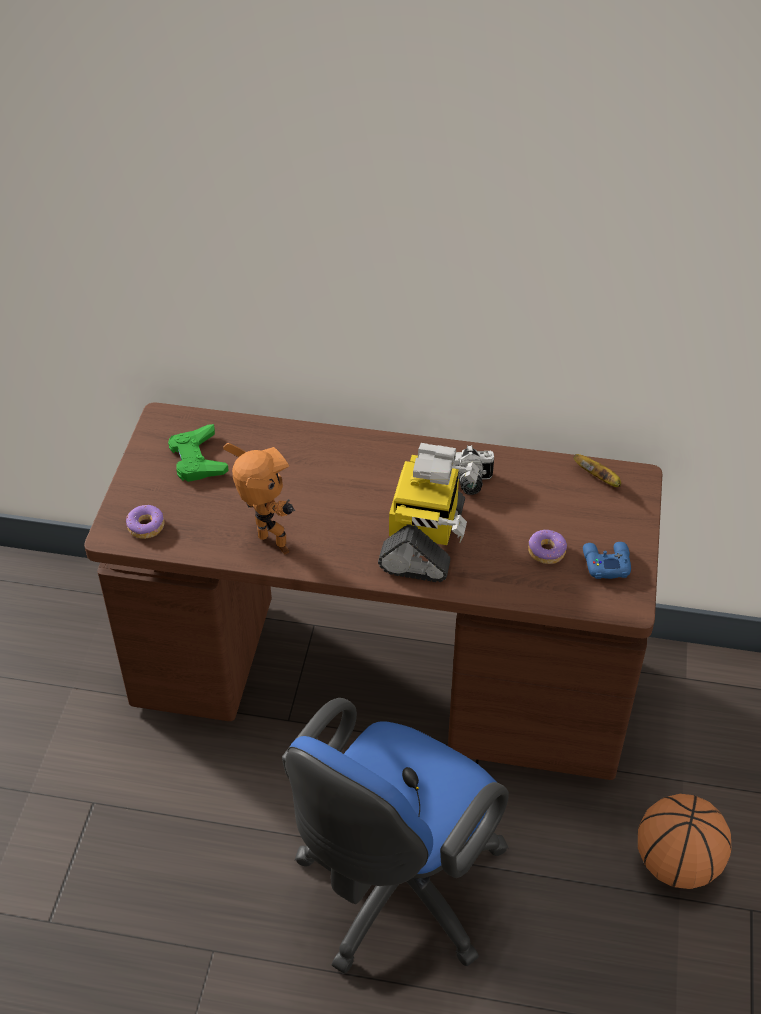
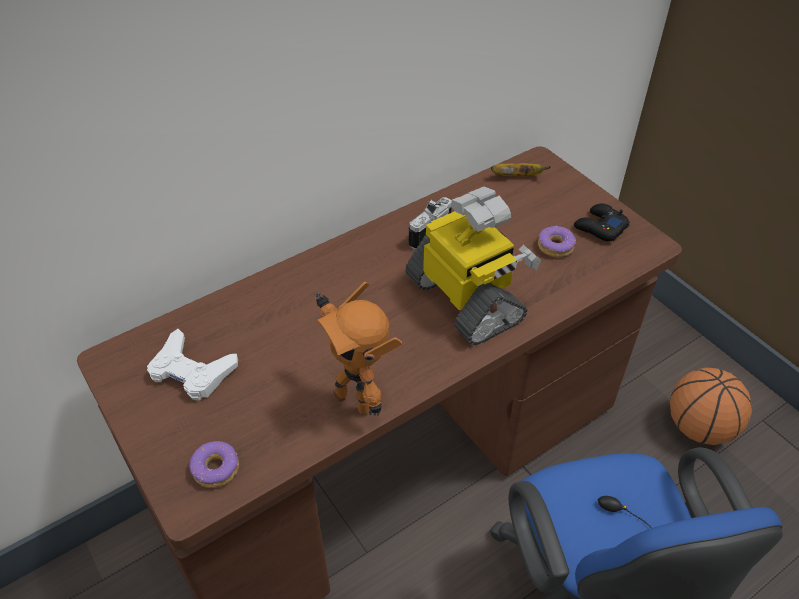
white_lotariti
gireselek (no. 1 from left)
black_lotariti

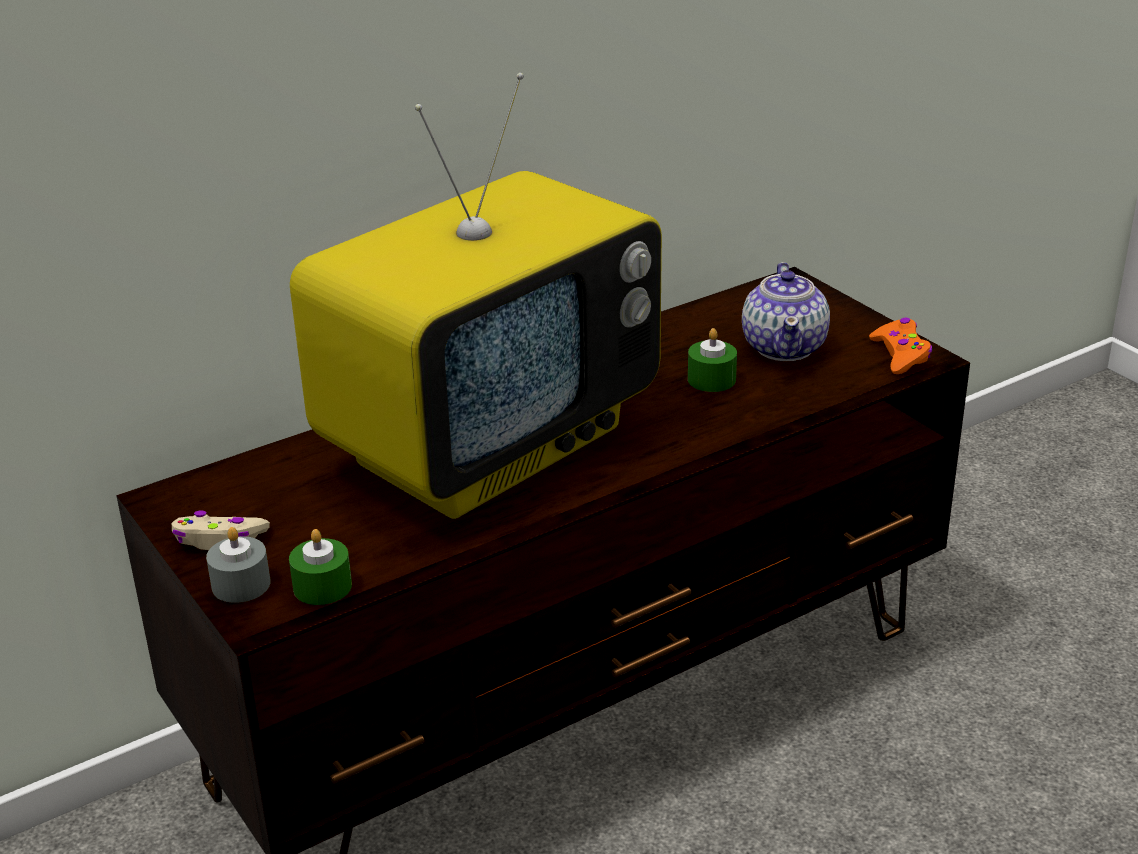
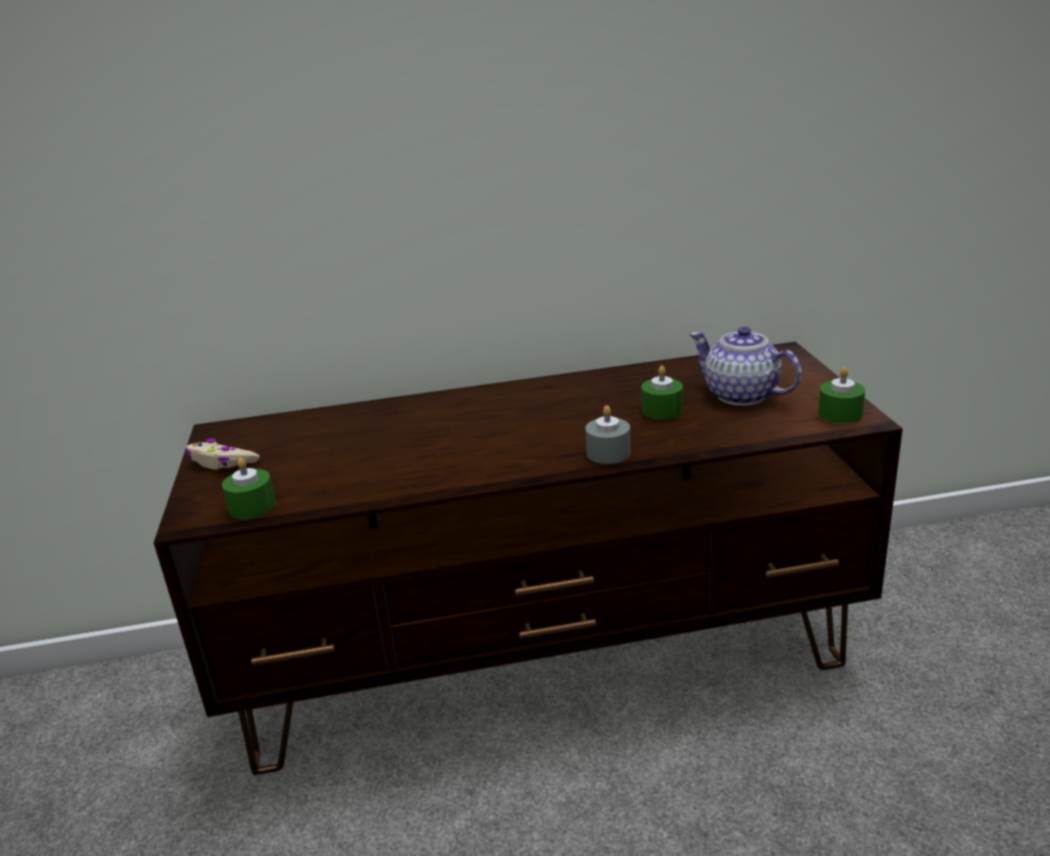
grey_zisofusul
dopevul
green_zisofusul (no. 3 from left)
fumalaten

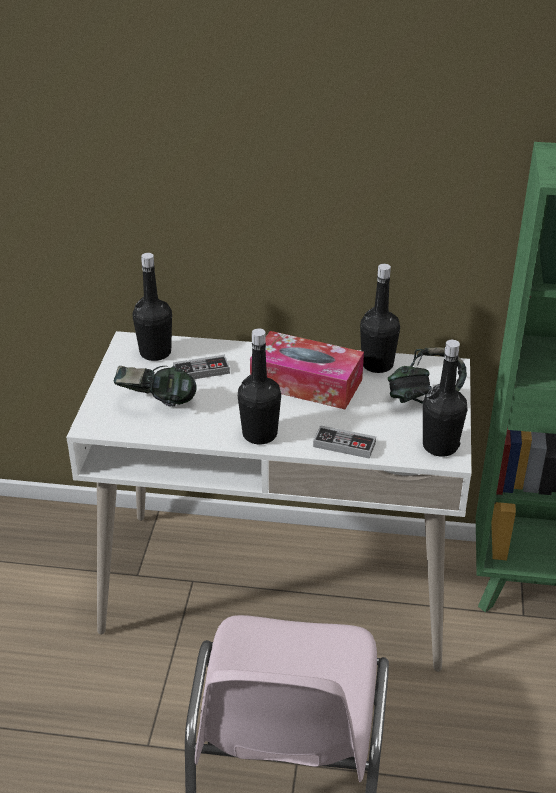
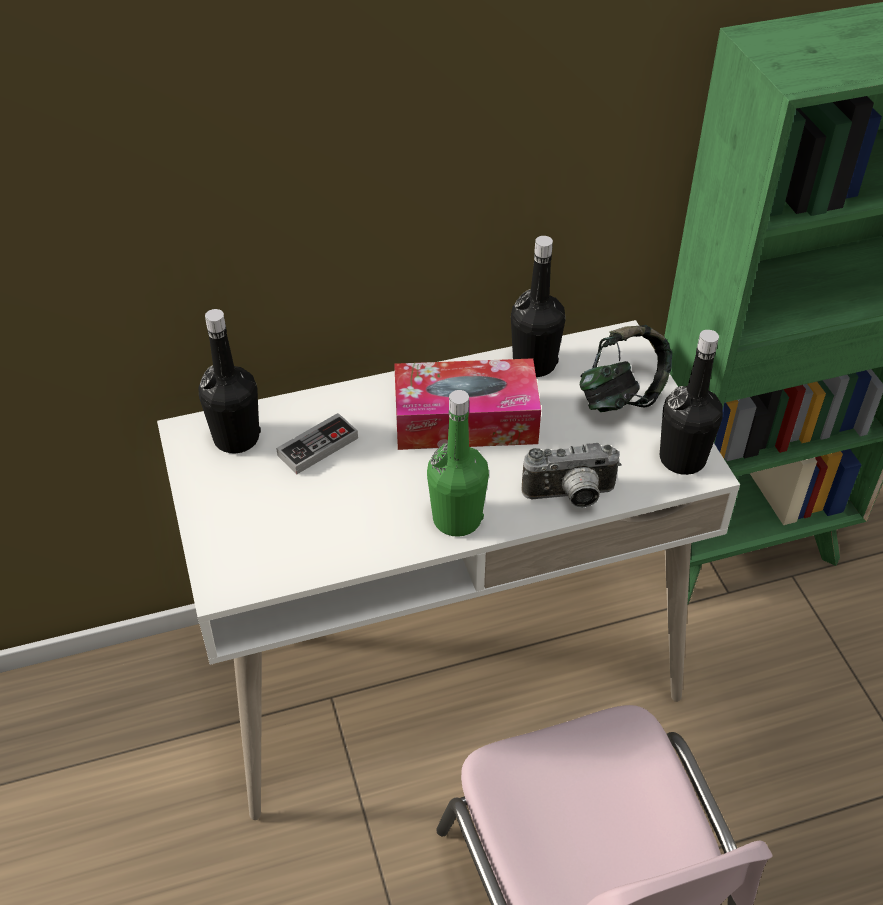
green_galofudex
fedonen
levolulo (no. 1 from left in the first image)

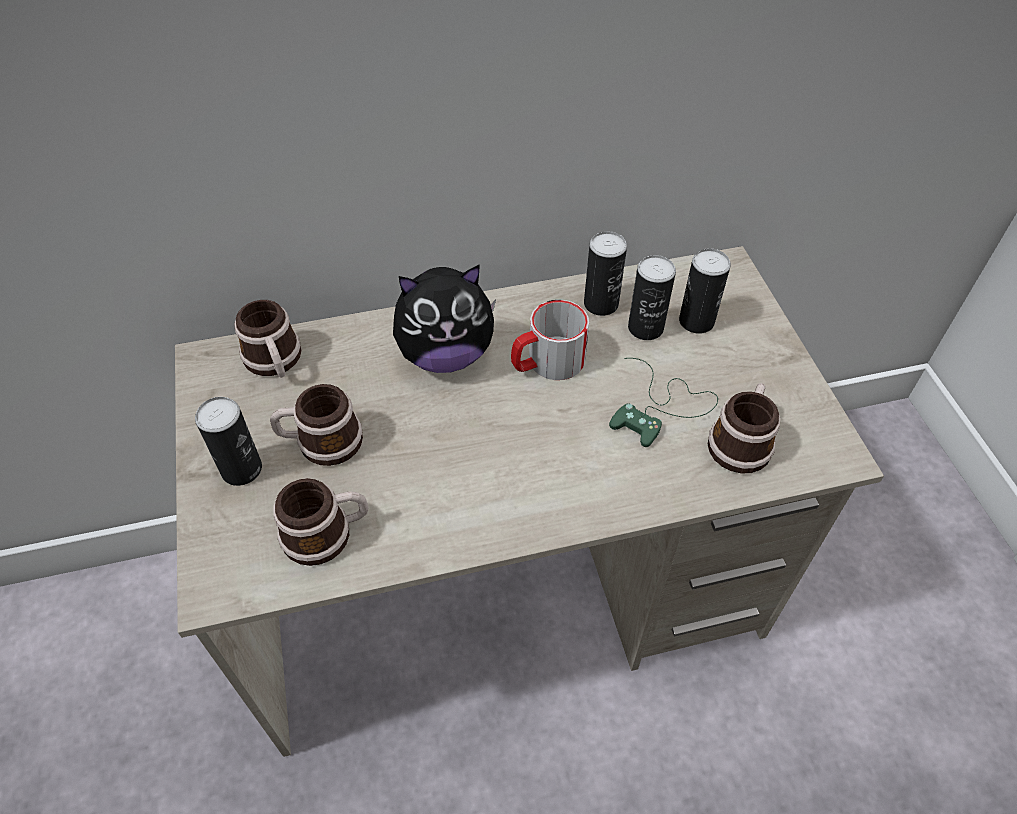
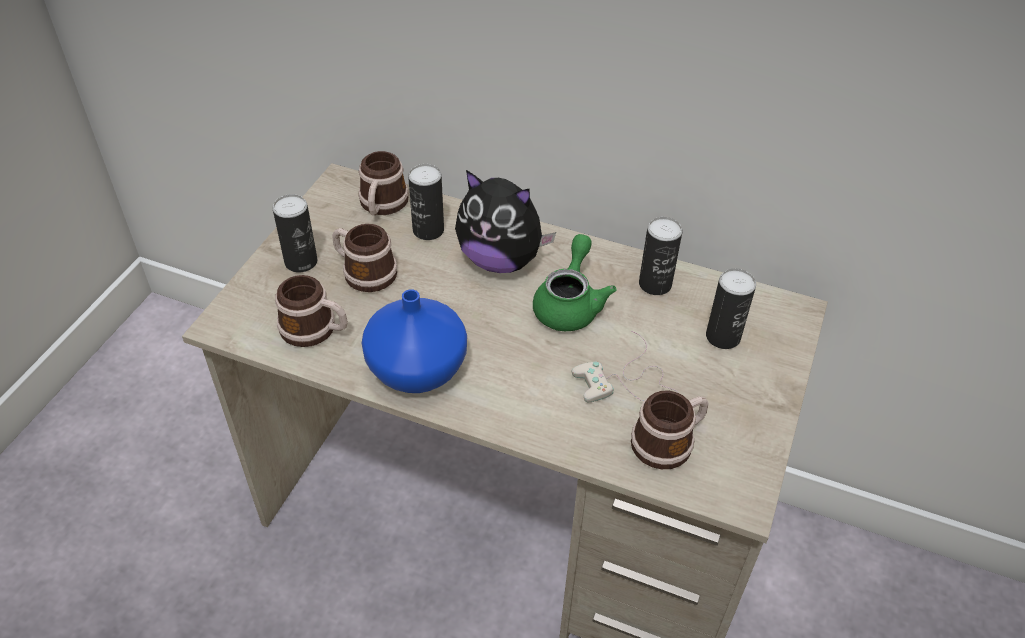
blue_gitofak
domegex (no. 2 from left)
green_dopevul
white_lotariti

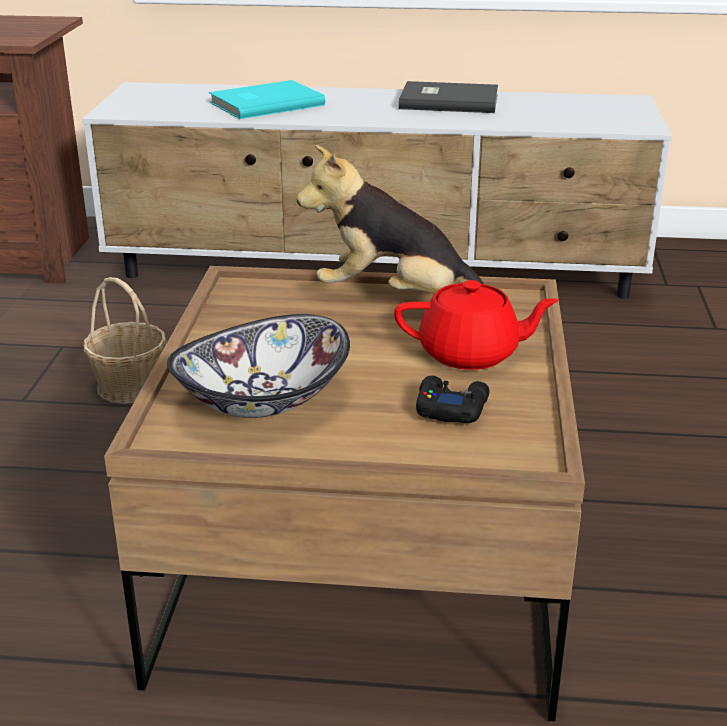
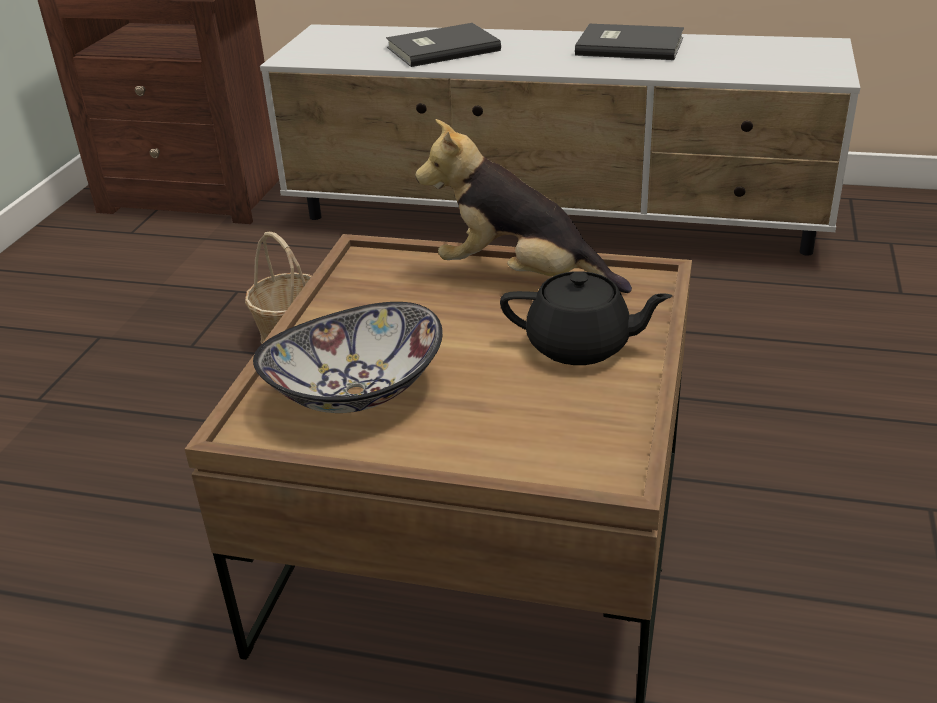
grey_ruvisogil (no. 1 from left)
black_dopevul
black_lotariti

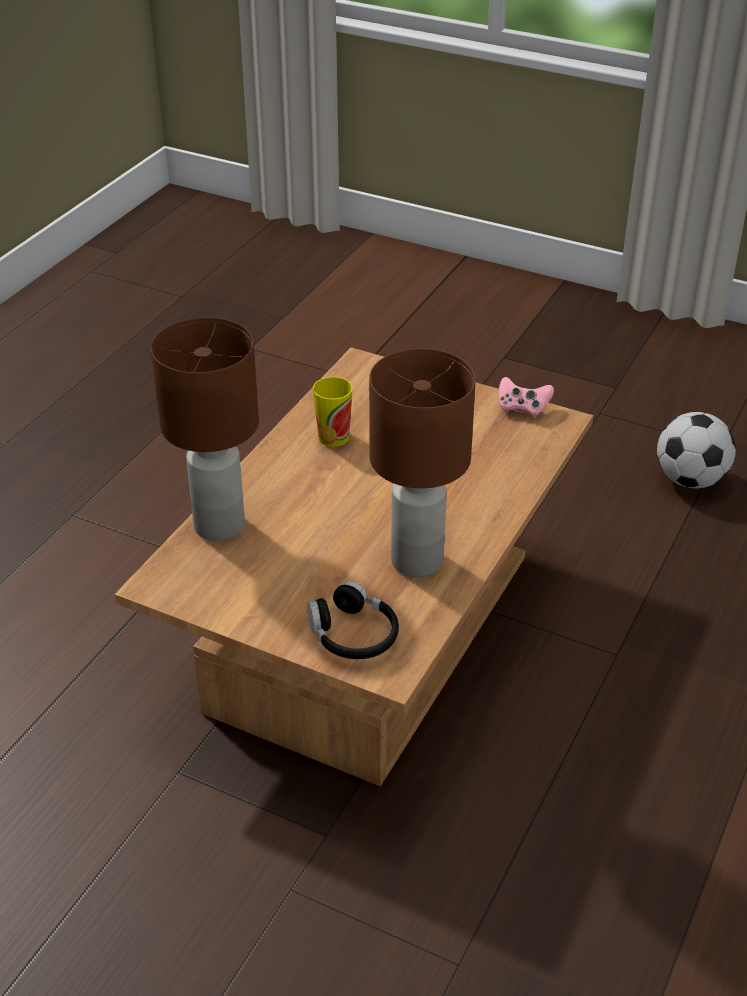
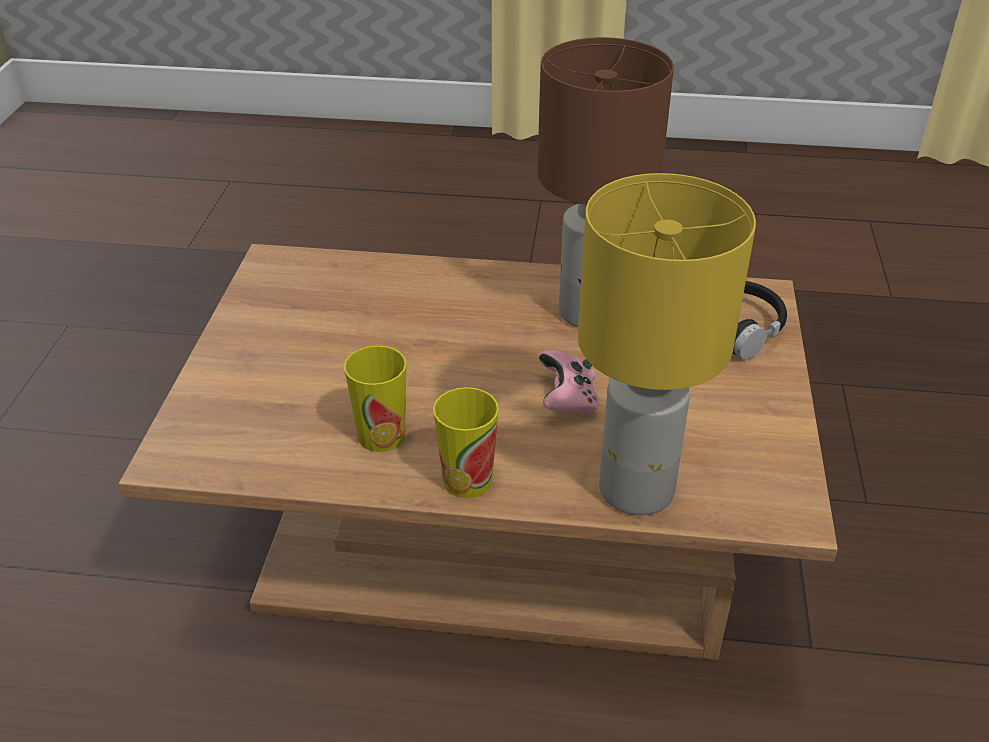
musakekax (no. 2 from left)
pink_lotariti
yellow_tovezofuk
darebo

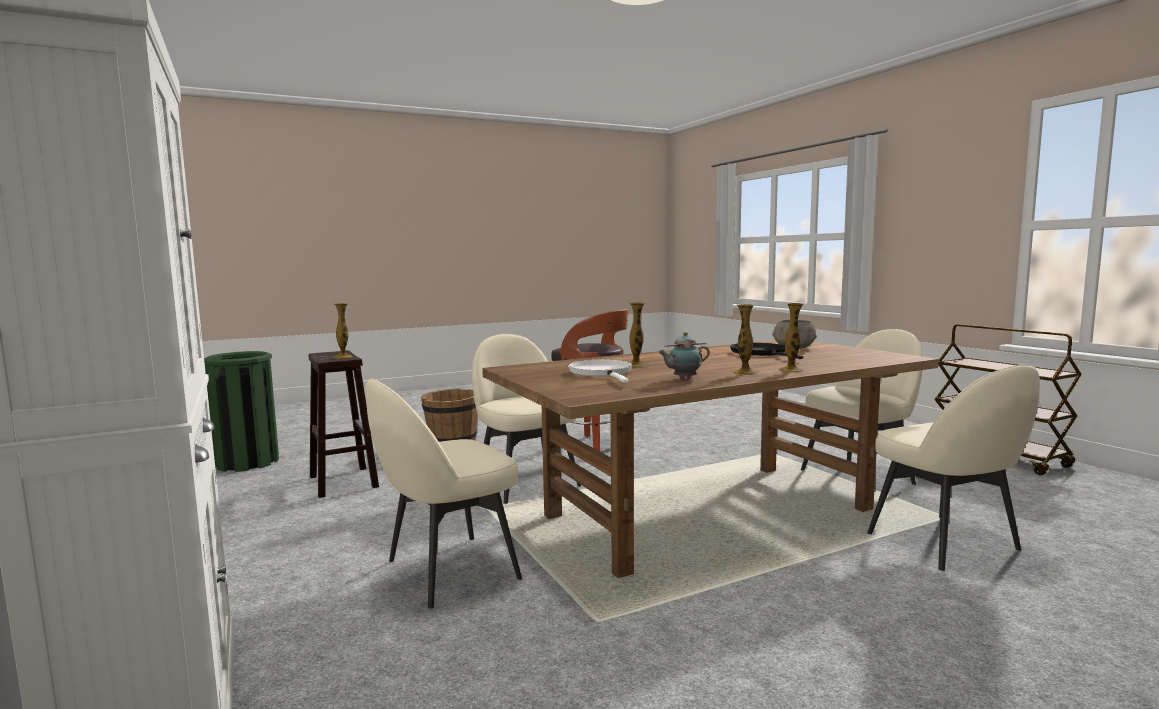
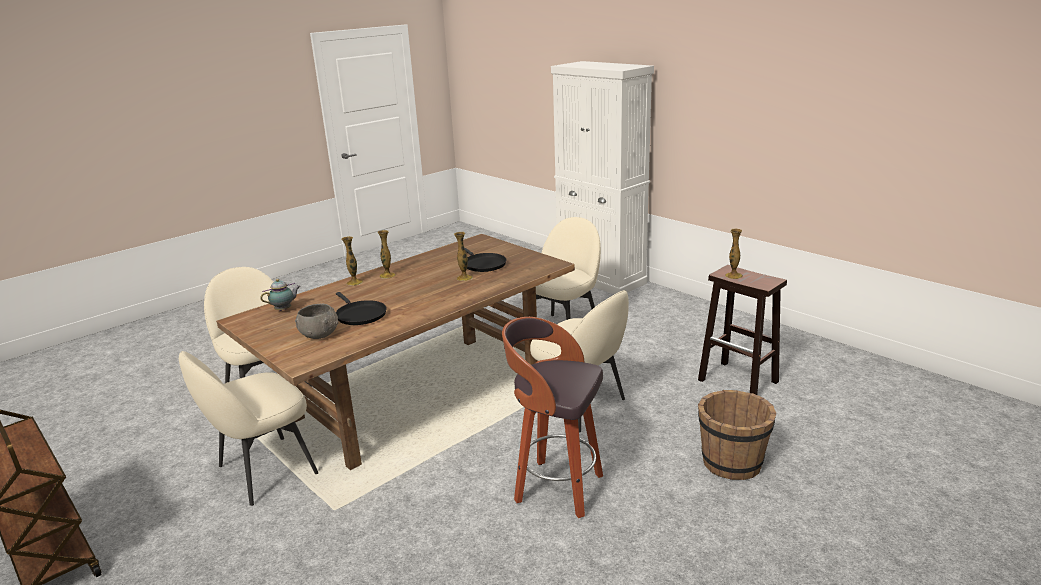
dopevul
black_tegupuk (no. 2 from left)
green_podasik

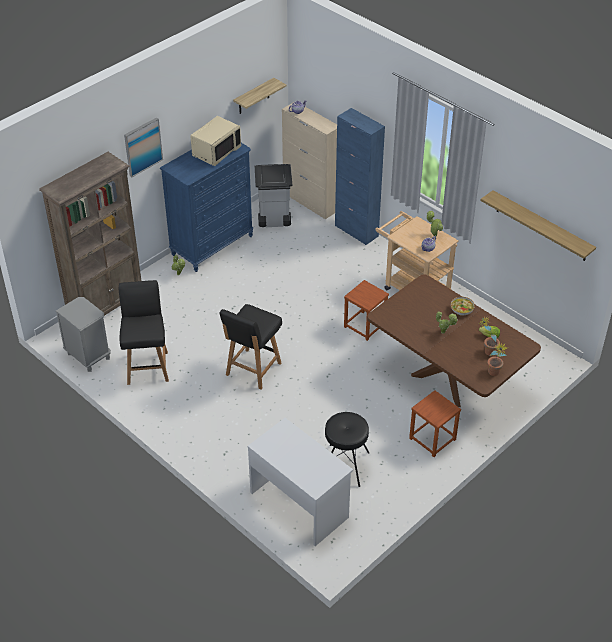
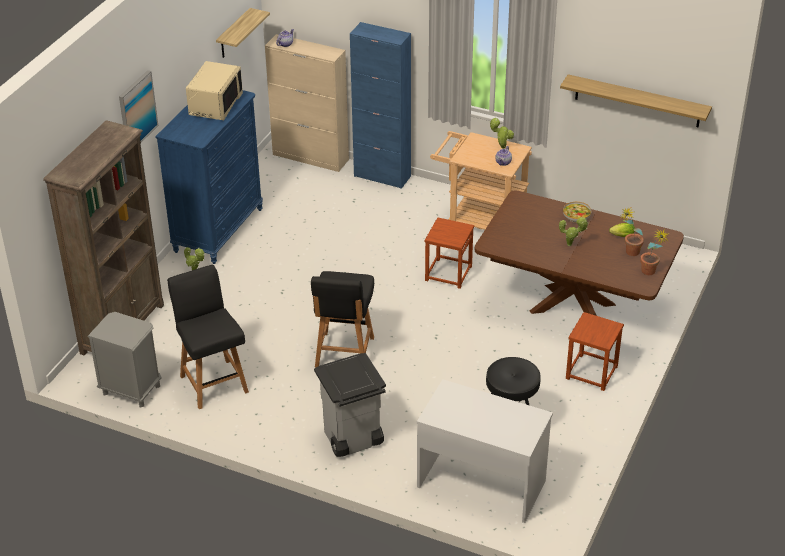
grey_podasik

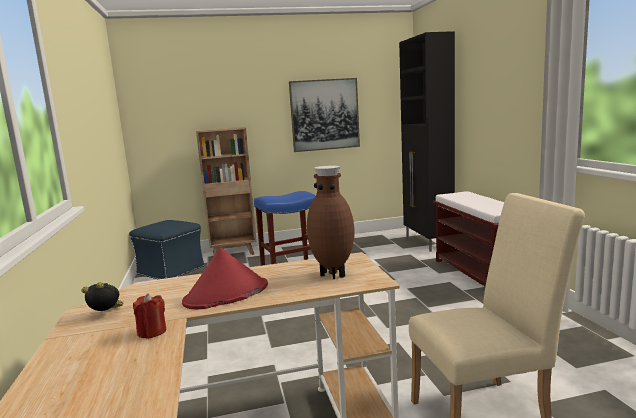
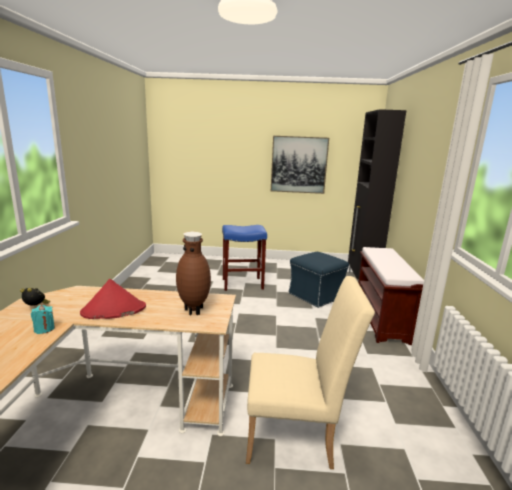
turquoise_zisofusul
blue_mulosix
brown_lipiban

